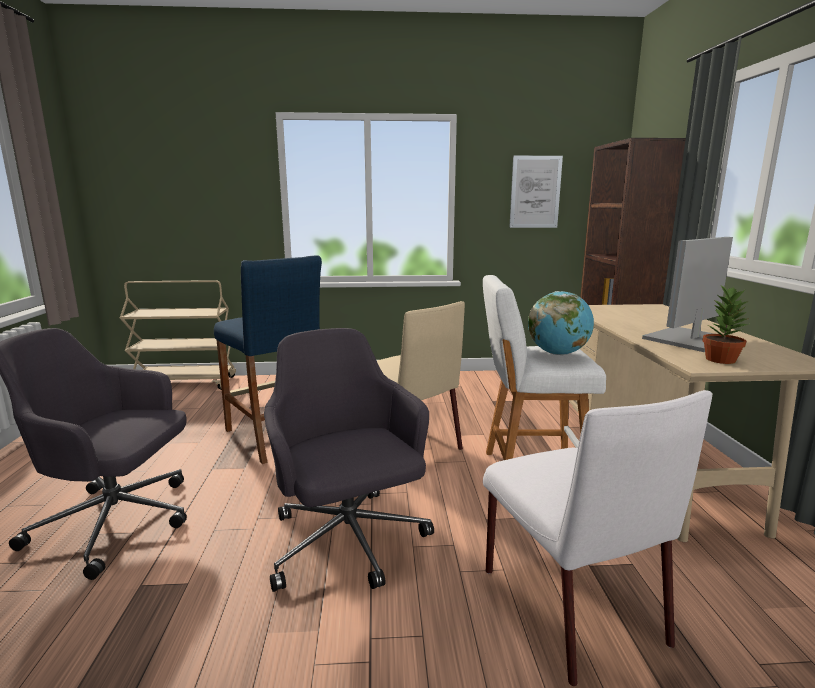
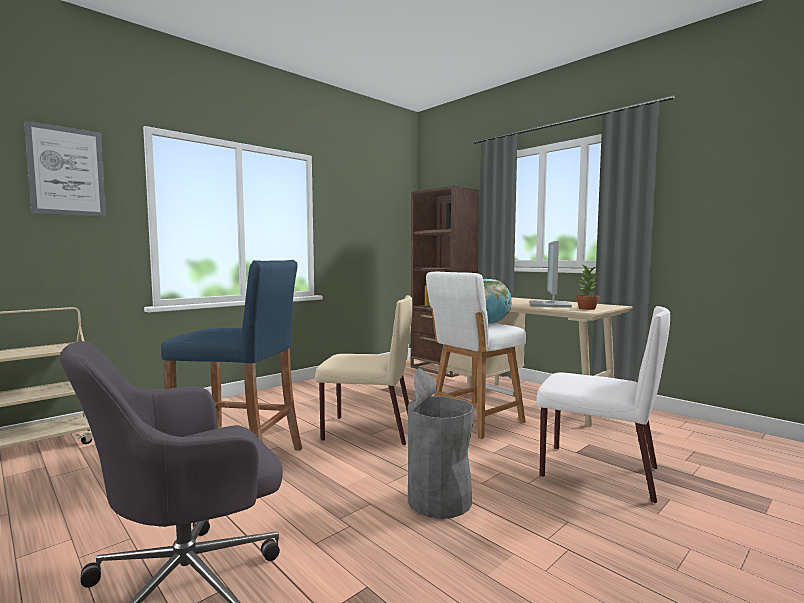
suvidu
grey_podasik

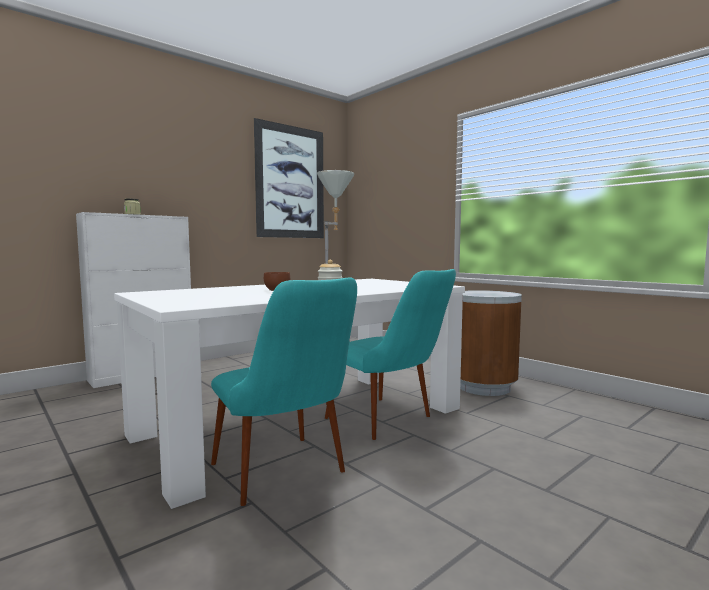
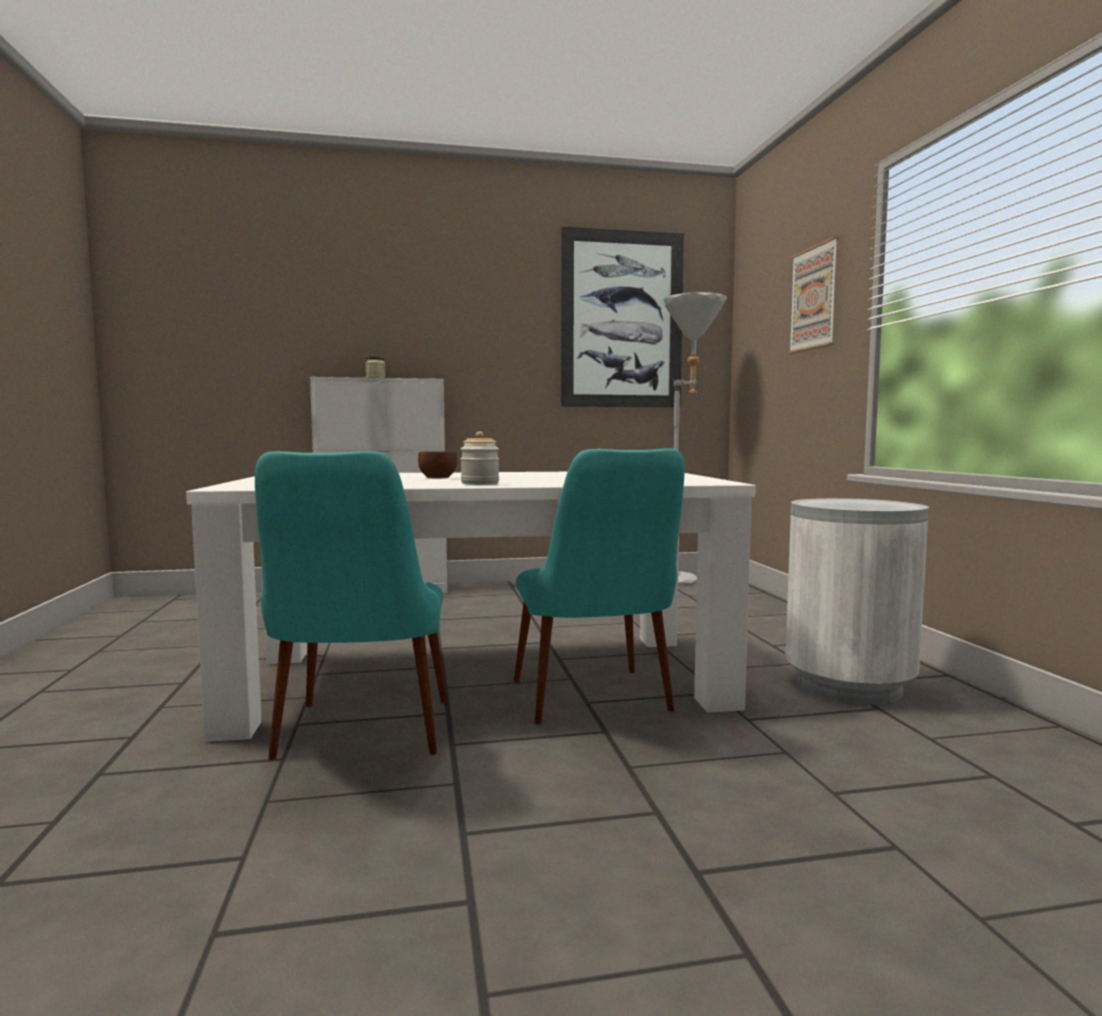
white_podasik
suvidu (no. 2 from left)

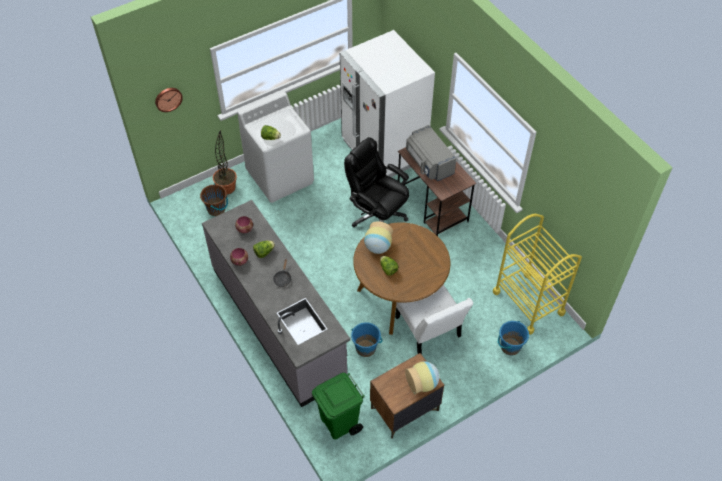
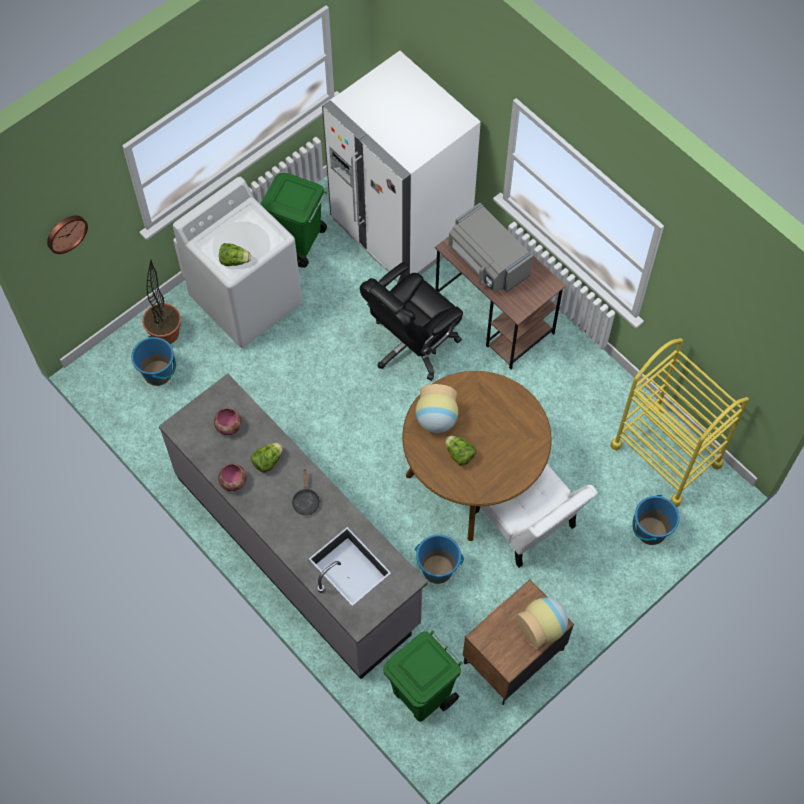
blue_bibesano (no. 1 from left)
green_podasik (no. 1 from left)
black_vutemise

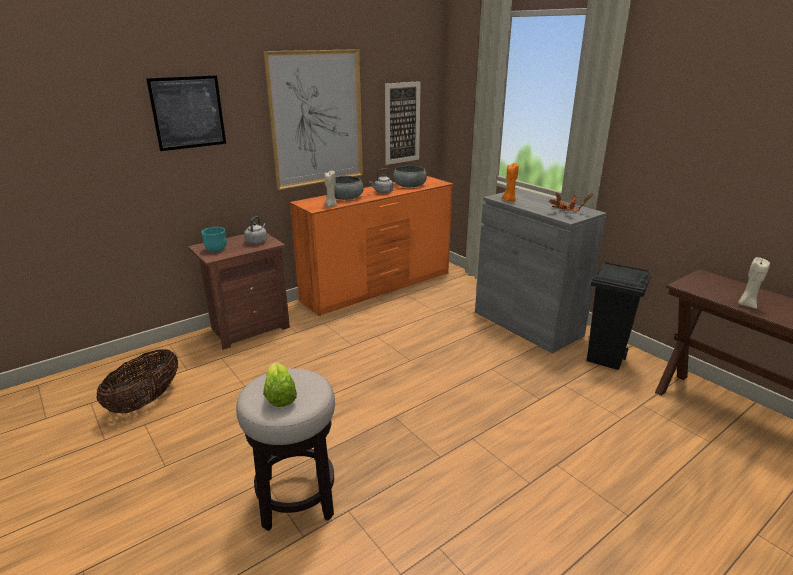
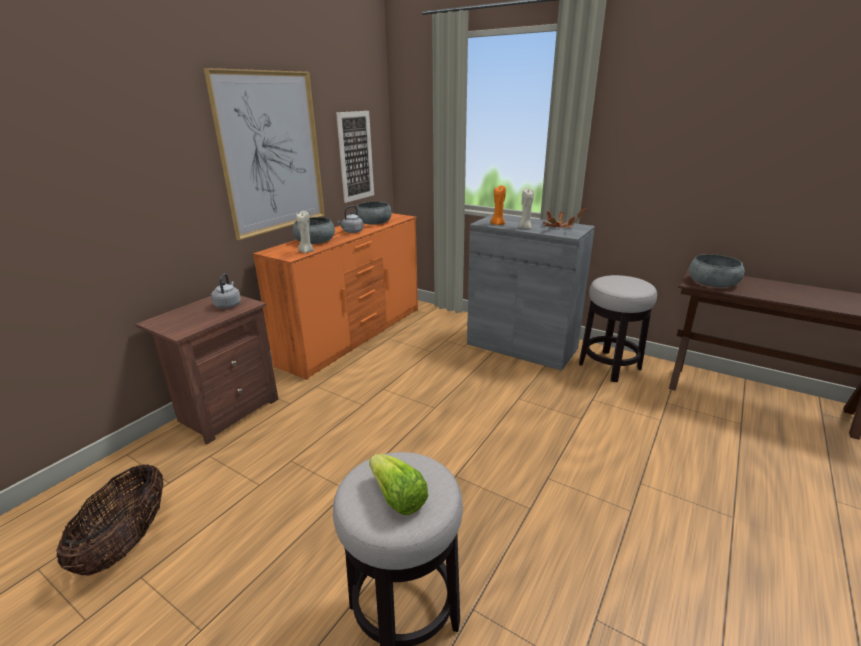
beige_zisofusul (no. 2 from left)
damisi (no. 2 from left)
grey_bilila (no. 3 from left)
suvidu (no. 1 from left in the first image)
turquoise_bilila

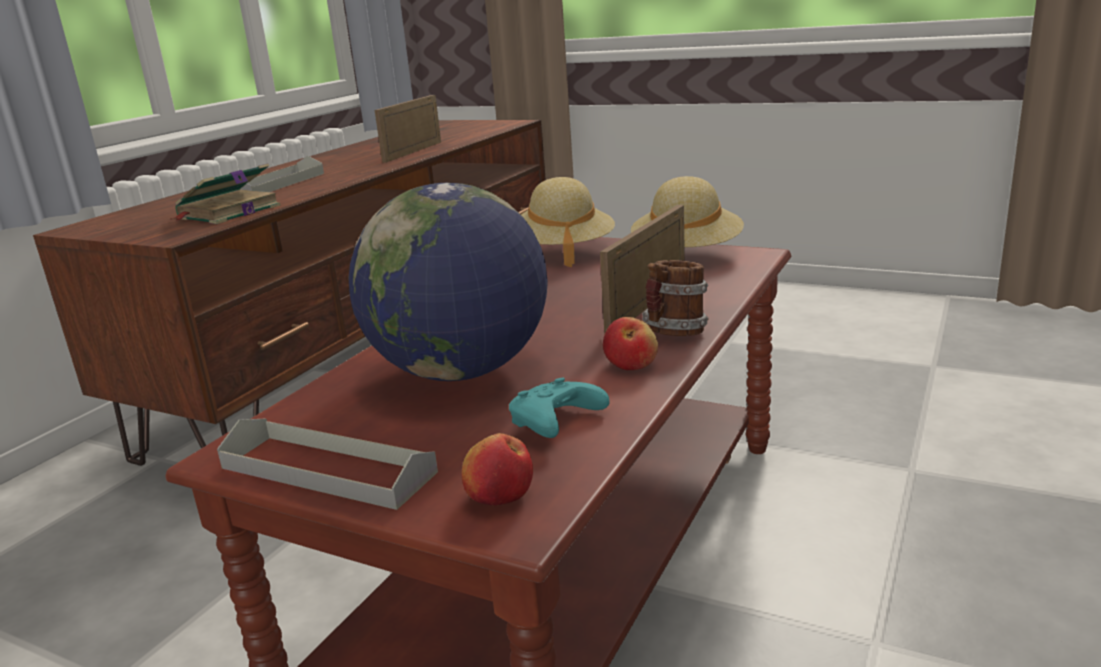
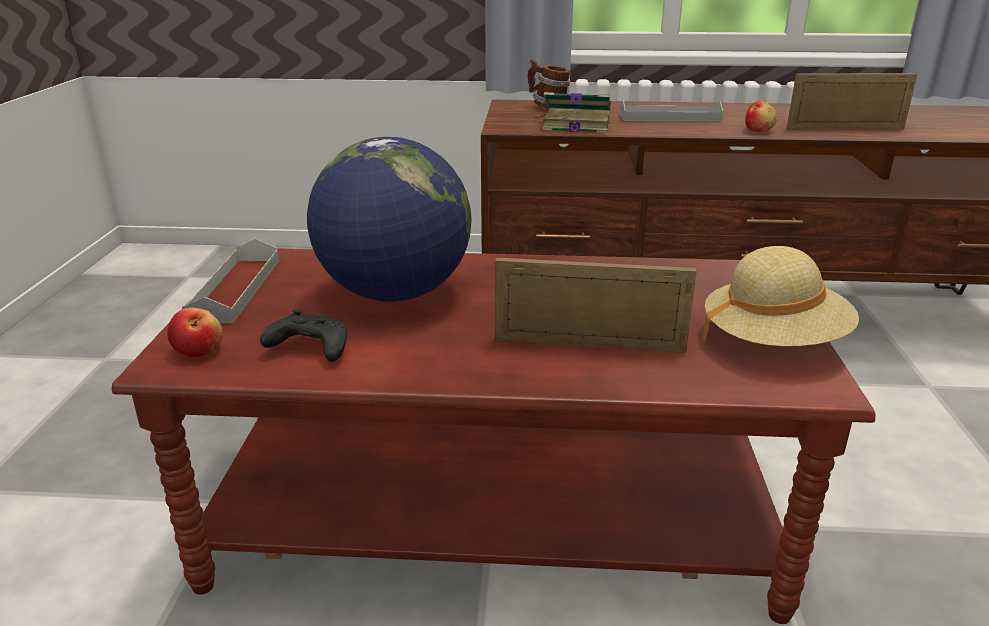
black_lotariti
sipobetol
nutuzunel (no. 2 from left)
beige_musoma (no. 1 from left in the first image)

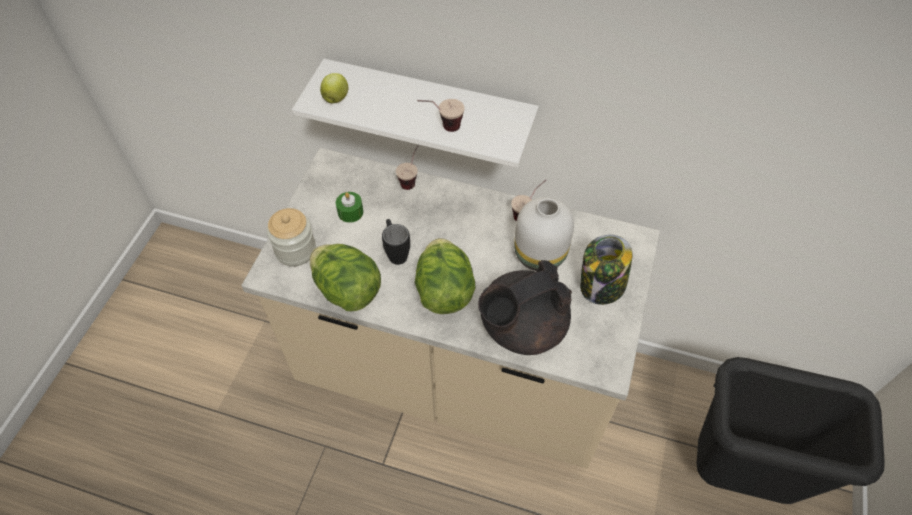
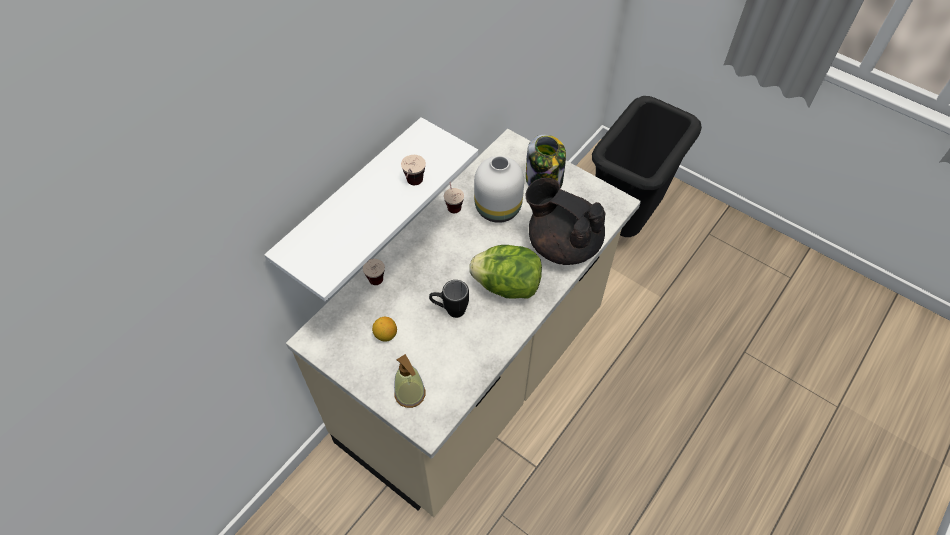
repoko
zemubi
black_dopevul
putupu (no. 1 from left in the first image)
nutuzunel

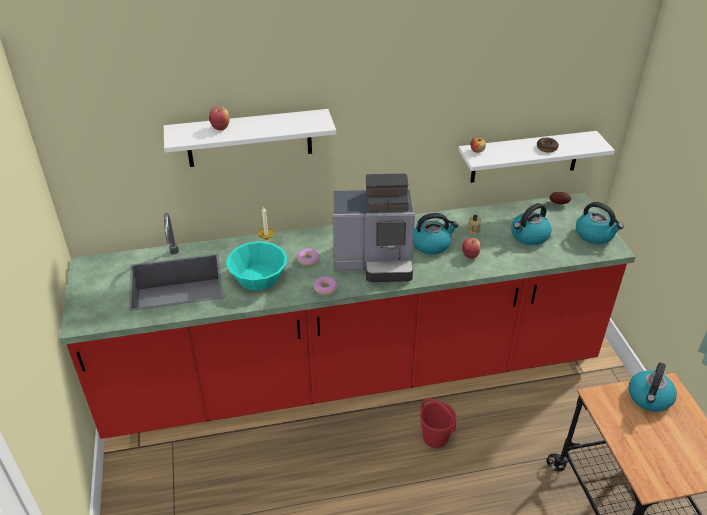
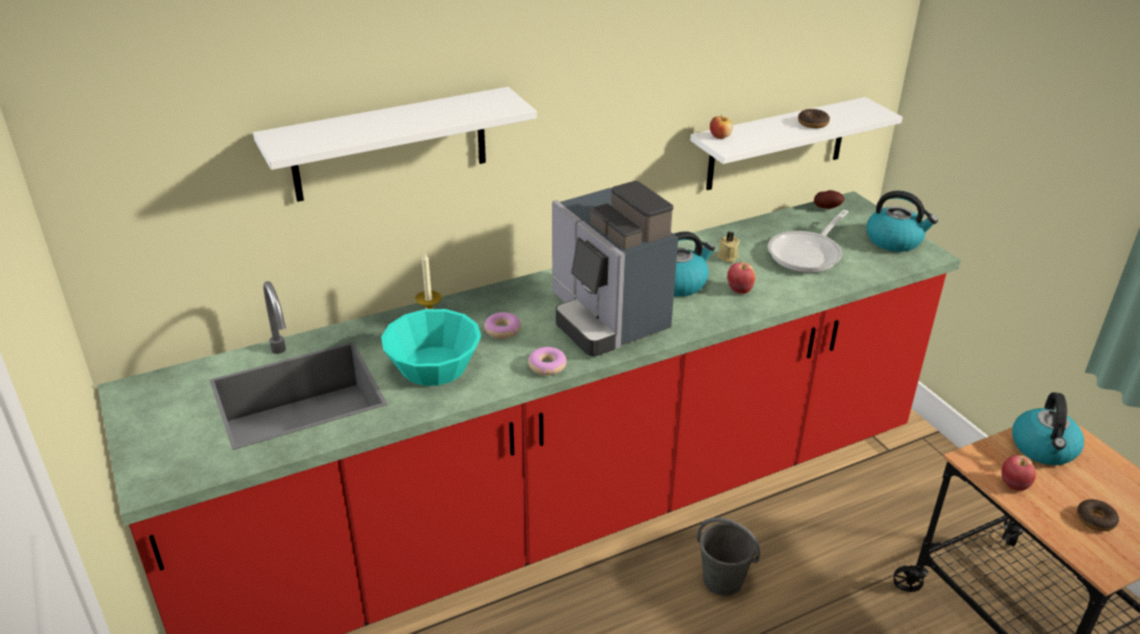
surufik
grey_bibesano
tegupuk
nutuzunel (no. 3 from left)
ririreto (no. 4 from left)

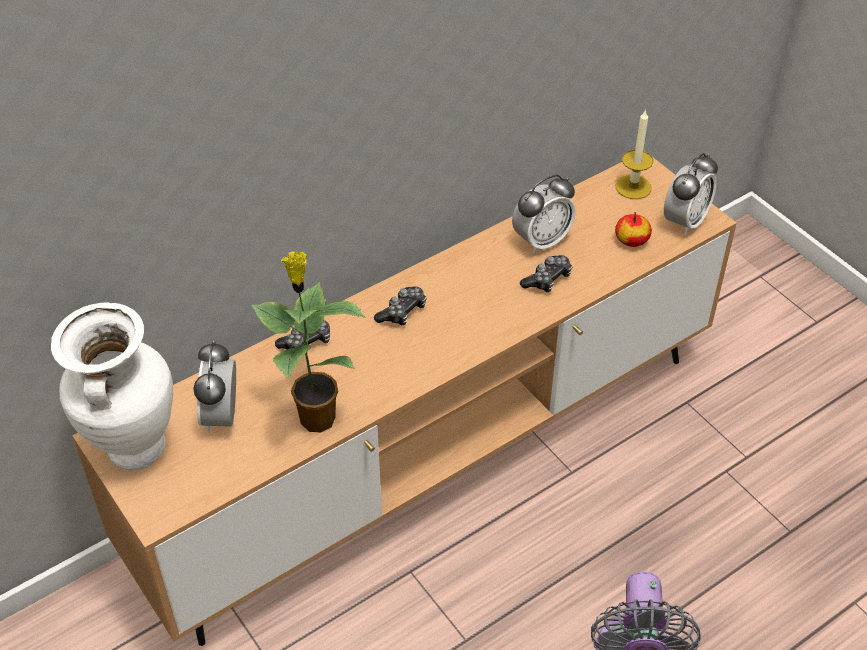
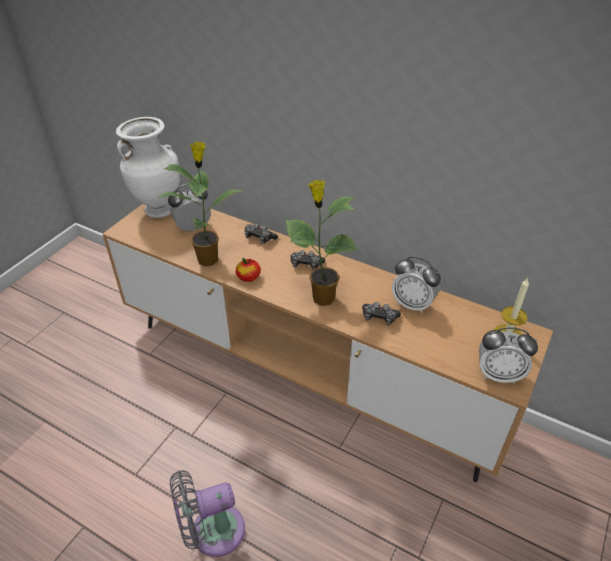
nutuzunel
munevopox (no. 2 from left)

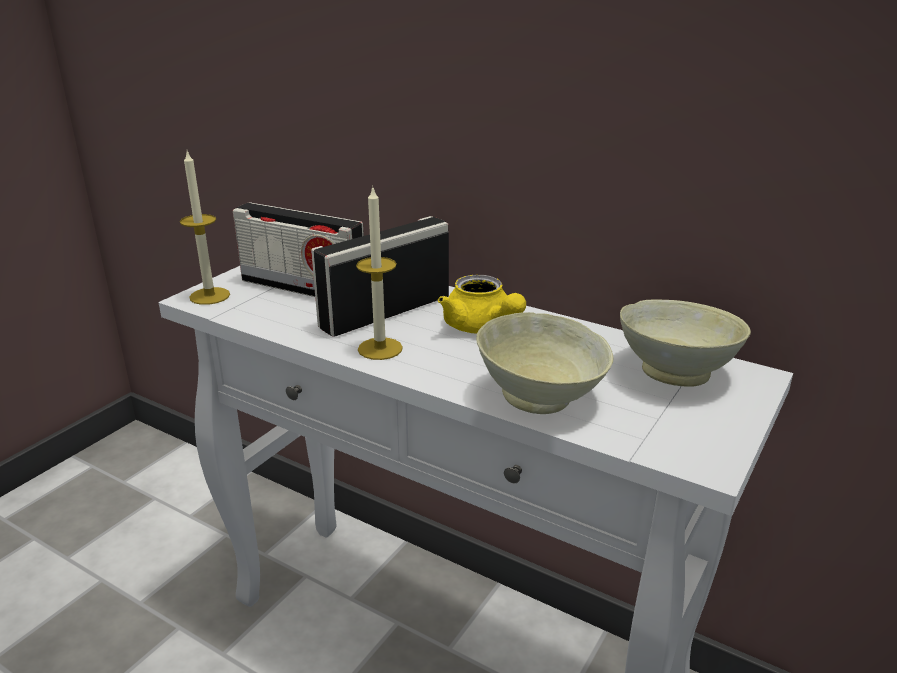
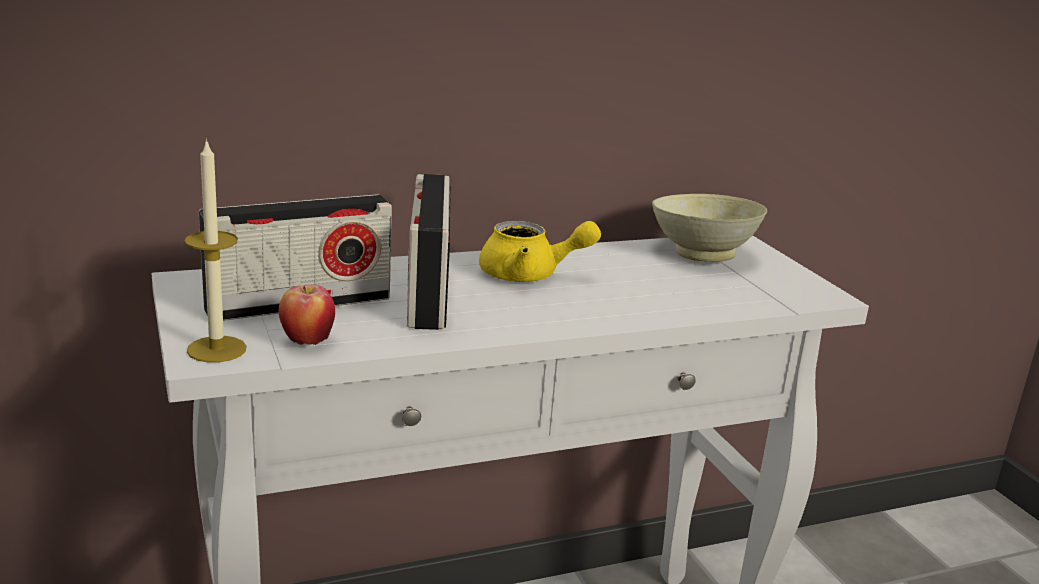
nutuzunel
zisofusul (no. 2 from left in the first image)
beige_bilila (no. 1 from left in the first image)

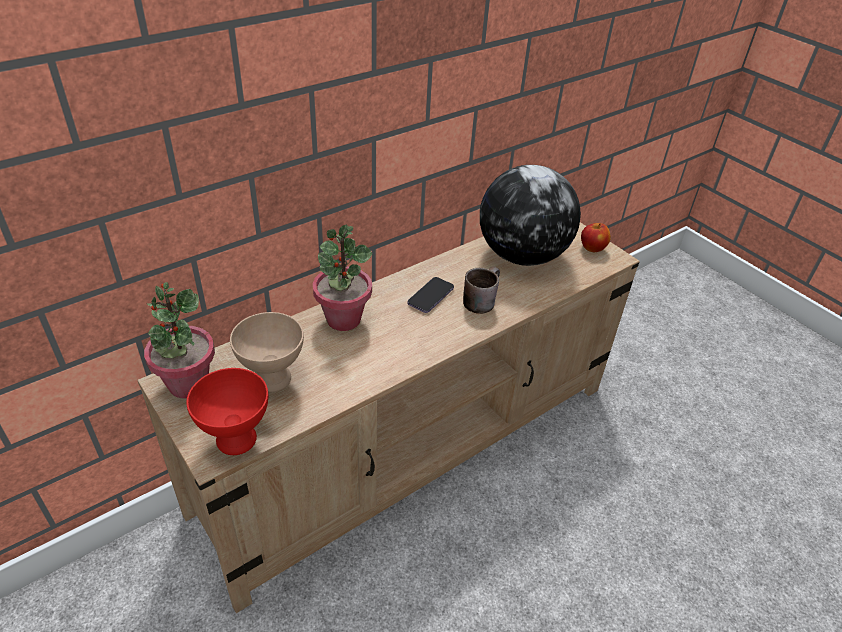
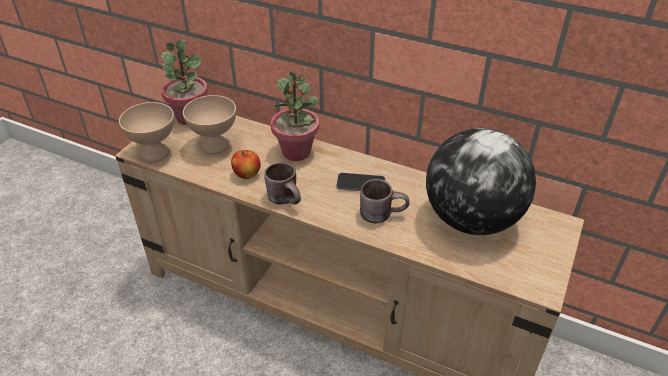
beige_bilila (no. 1 from left)
nutuzunel
brown_sipobetol (no. 1 from left)

